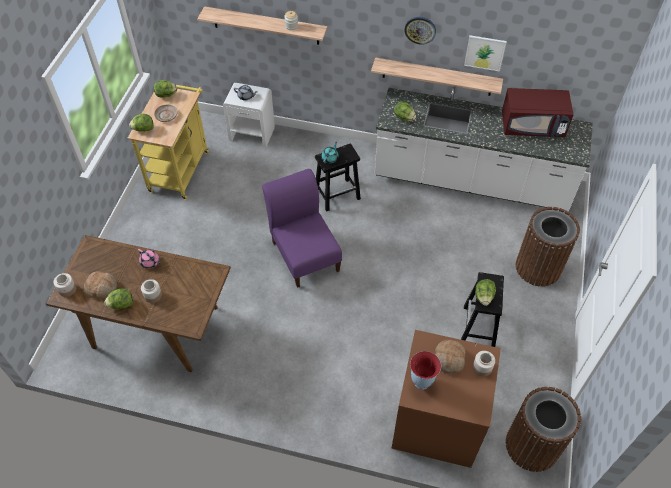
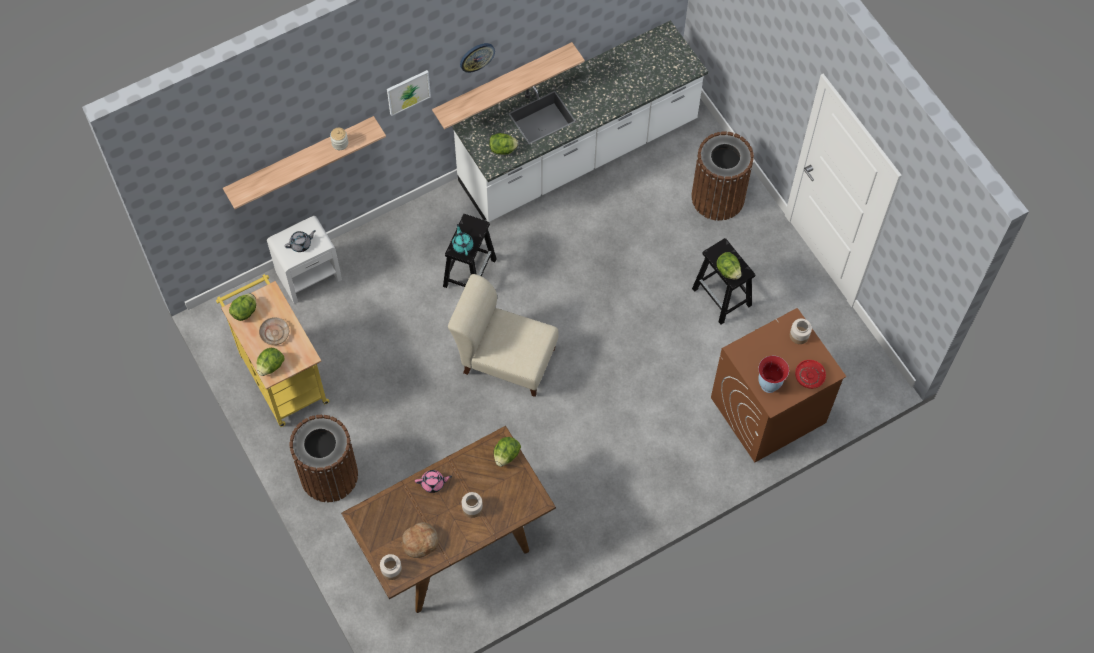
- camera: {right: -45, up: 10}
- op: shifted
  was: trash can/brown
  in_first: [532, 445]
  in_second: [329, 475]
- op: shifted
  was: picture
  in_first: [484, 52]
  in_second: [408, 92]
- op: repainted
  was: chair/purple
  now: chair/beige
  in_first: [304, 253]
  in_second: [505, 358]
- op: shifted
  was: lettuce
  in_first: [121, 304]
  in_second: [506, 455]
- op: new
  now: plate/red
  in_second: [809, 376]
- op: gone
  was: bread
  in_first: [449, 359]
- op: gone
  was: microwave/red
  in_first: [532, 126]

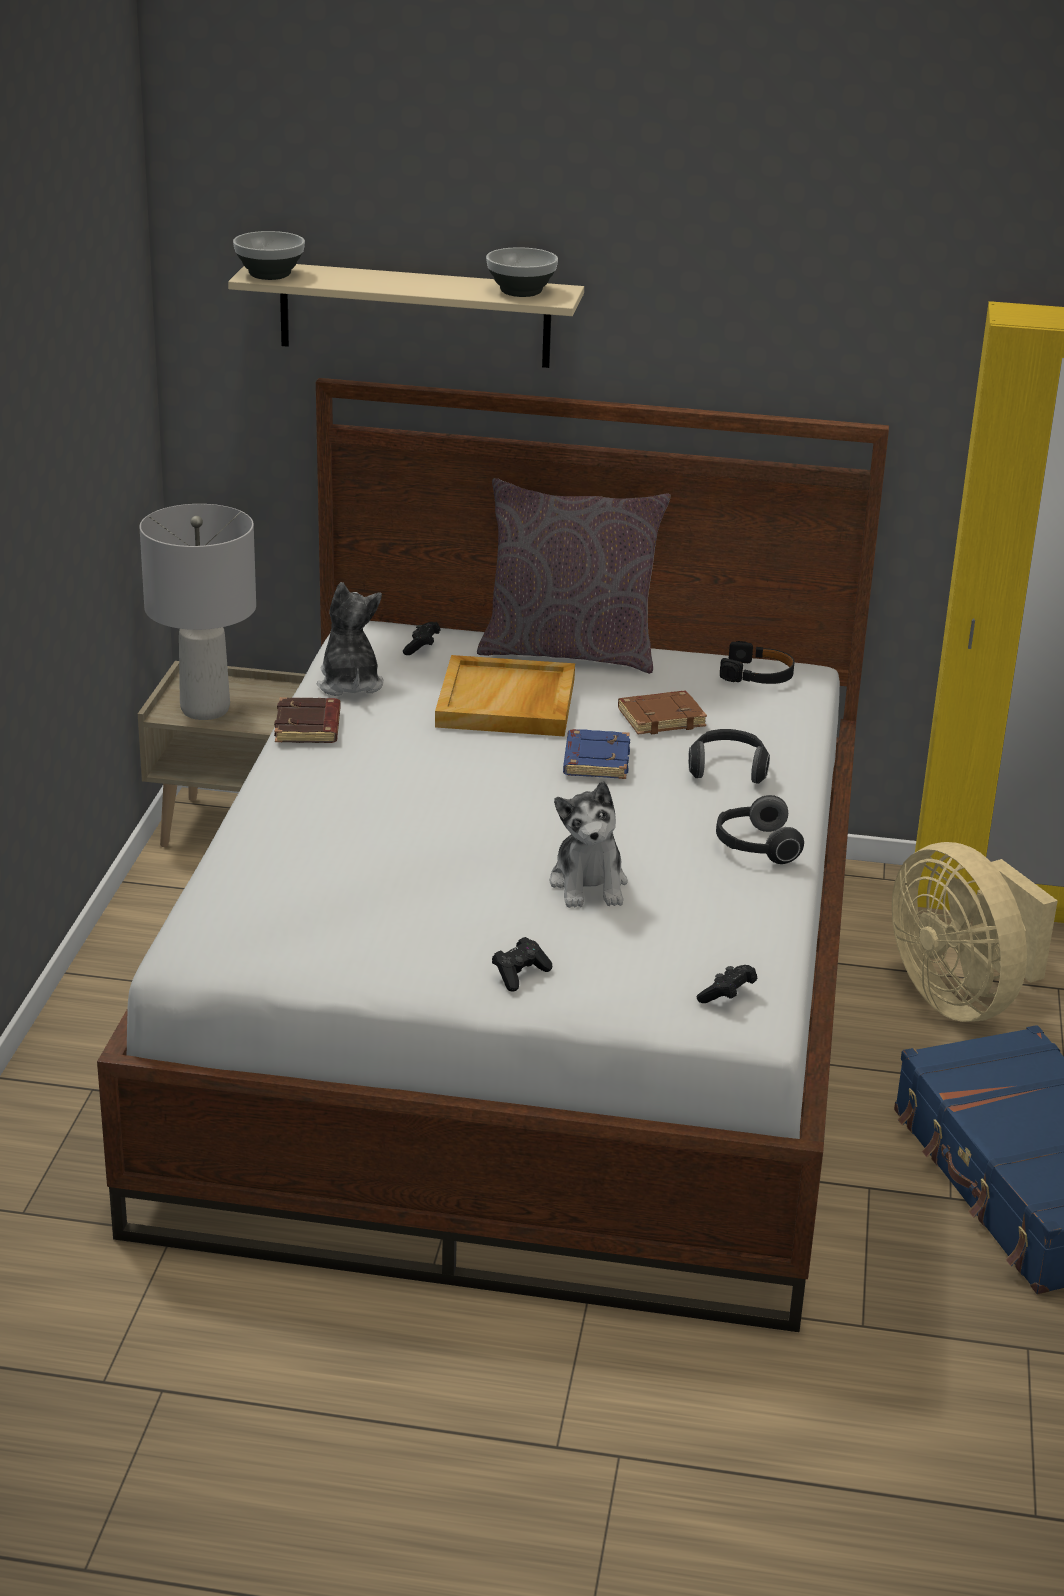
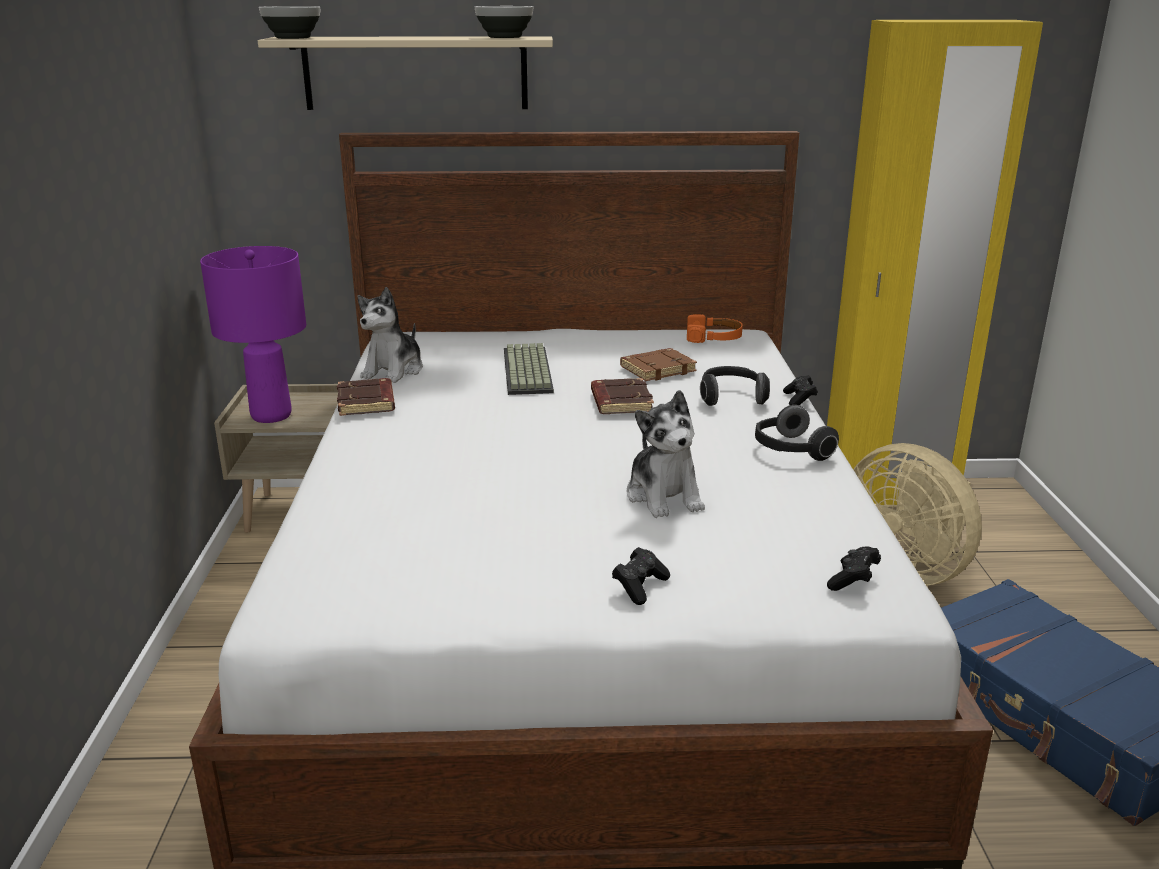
- camera: {right: -10, up: -5}
- op: repainted
  was: table lamp/grey
  now: table lamp/purple
  in_first: [204, 710]
  in_second: [270, 416]
- op: rotated
  was: plush toy
  in_first: [349, 684]
  in_second: [394, 370]
  clockwise: -135
- op: swapped
  was: tray/beige
  now: keyboard
  in_first: [507, 703]
  in_second: [529, 371]
- op: repainted
  was: book/blue
  now: book/brown
  in_first: [595, 760]
  in_second: [620, 402]
- op: repainted
  was: headphones/black
  now: headphones/orange
  in_first: [758, 674]
  in_second: [714, 337]
- op: shifted
  was: game controller/black
  in_first: [421, 648]
  in_second: [799, 400]
- op: gone
  was: pillow/grey
  in_first: [569, 651]

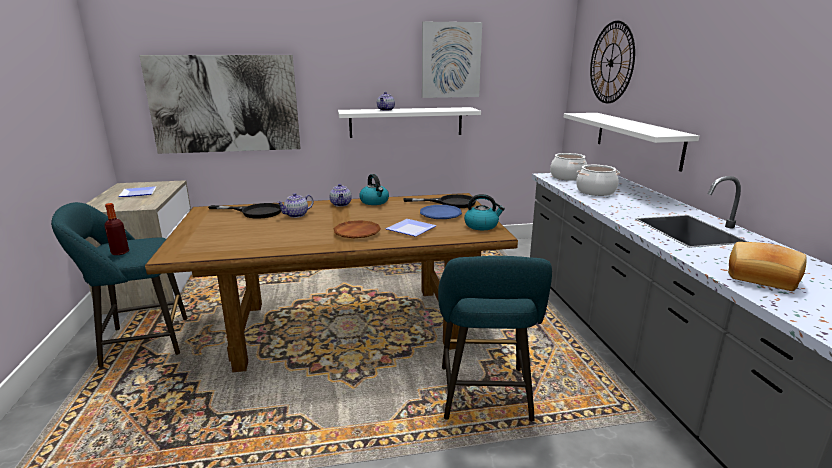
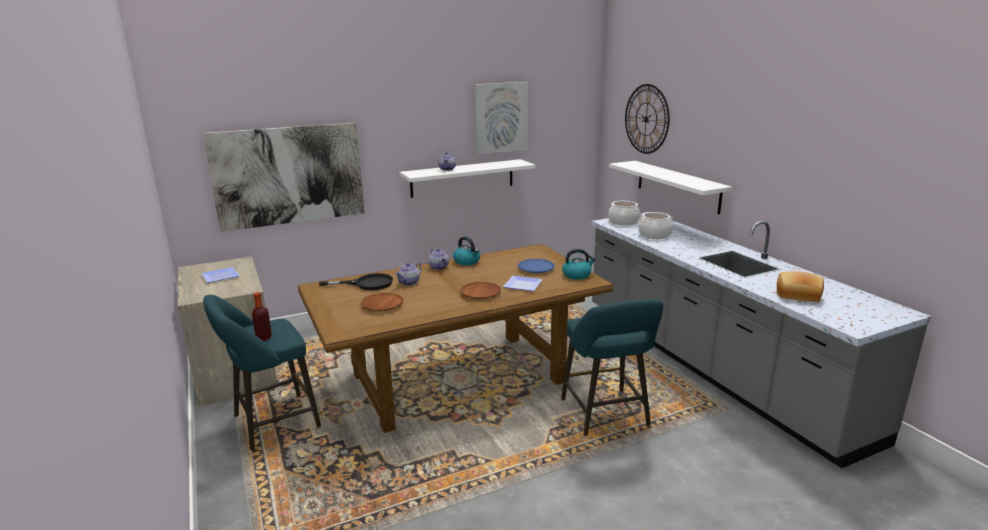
- camera: {right: -15, up: 0}
- op: new
  now: plate/brown
  in_second: [382, 305]
- op: gone
  was: frying pan/black
  in_first: [450, 203]

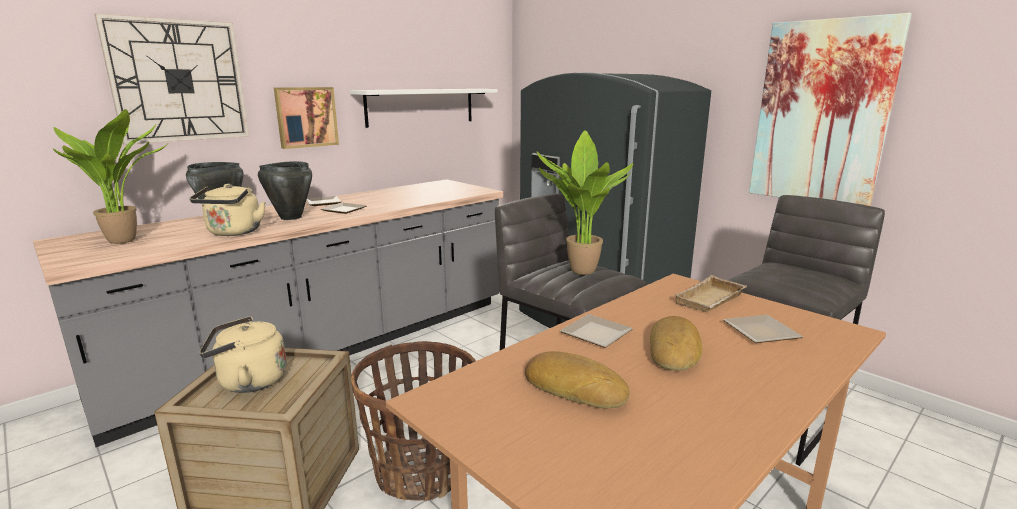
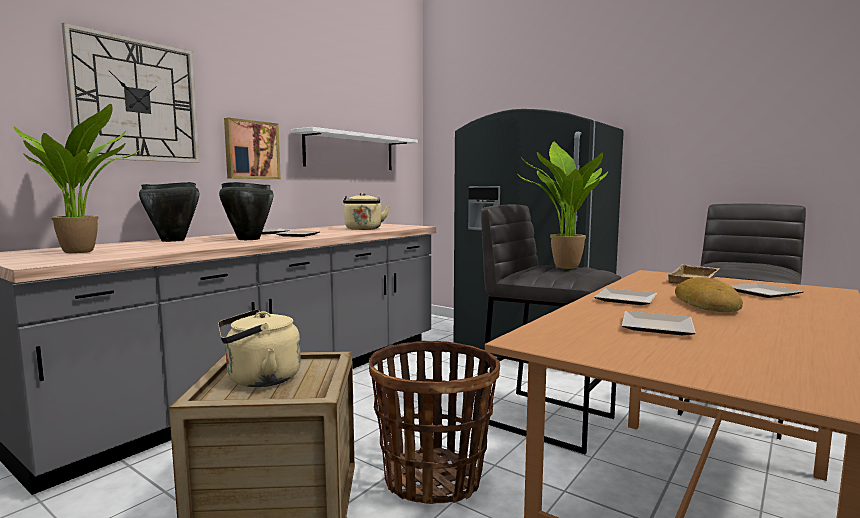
- camera: {right: -10, up: -10}
- op: shifted
  was: kettle/beige
  in_first: [233, 233]
  in_second: [363, 229]
- op: swapped
  was: bread
  now: plate
  in_first: [575, 387]
  in_second: [654, 326]
- op: gone
  was: picture
  in_first: [821, 114]

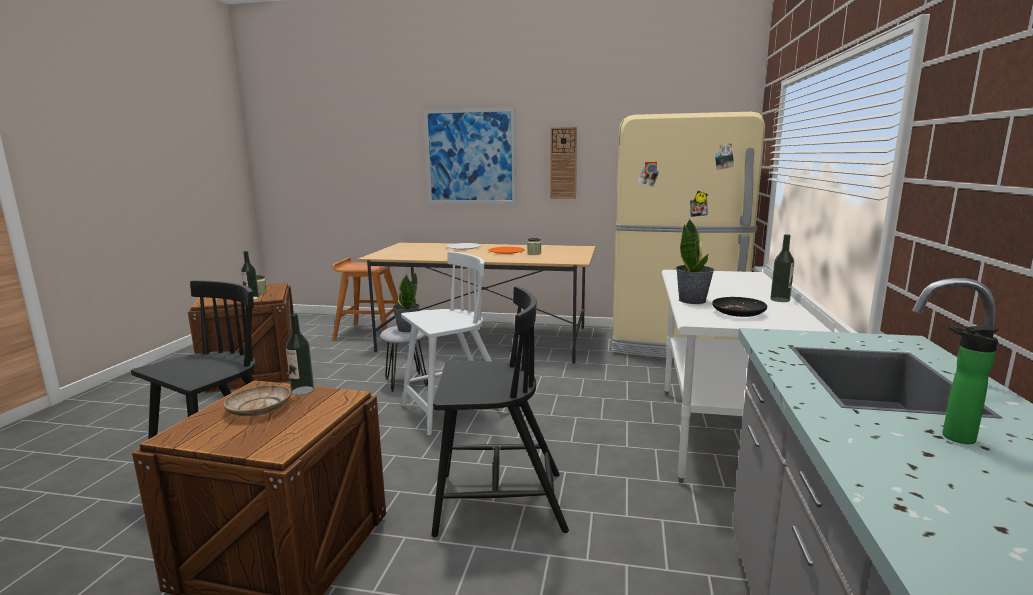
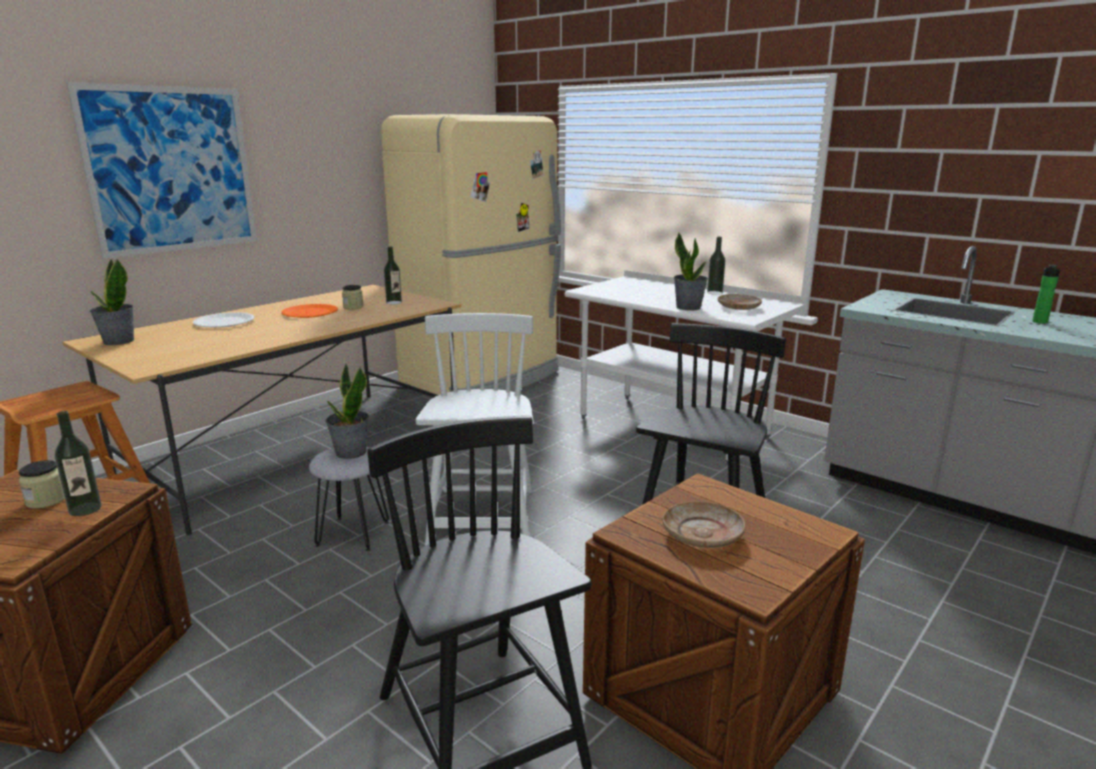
- camera: {right: -60, up: 5}
- op: new
  now: potted plant
  in_second: [118, 341]
- op: shifted
  was: bottle
  in_first: [302, 390]
  in_second: [394, 302]
- op: repainted
  was: plate/black
  now: plate/beige
  in_first: [738, 313]
  in_second: [739, 307]
- op: gone
  was: wall clock
  in_first: [563, 163]

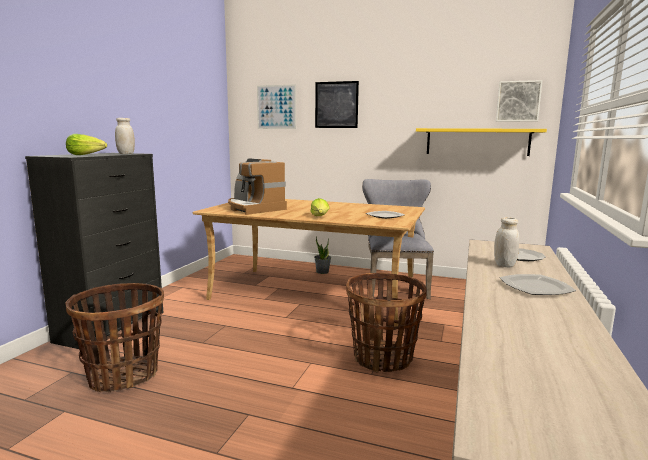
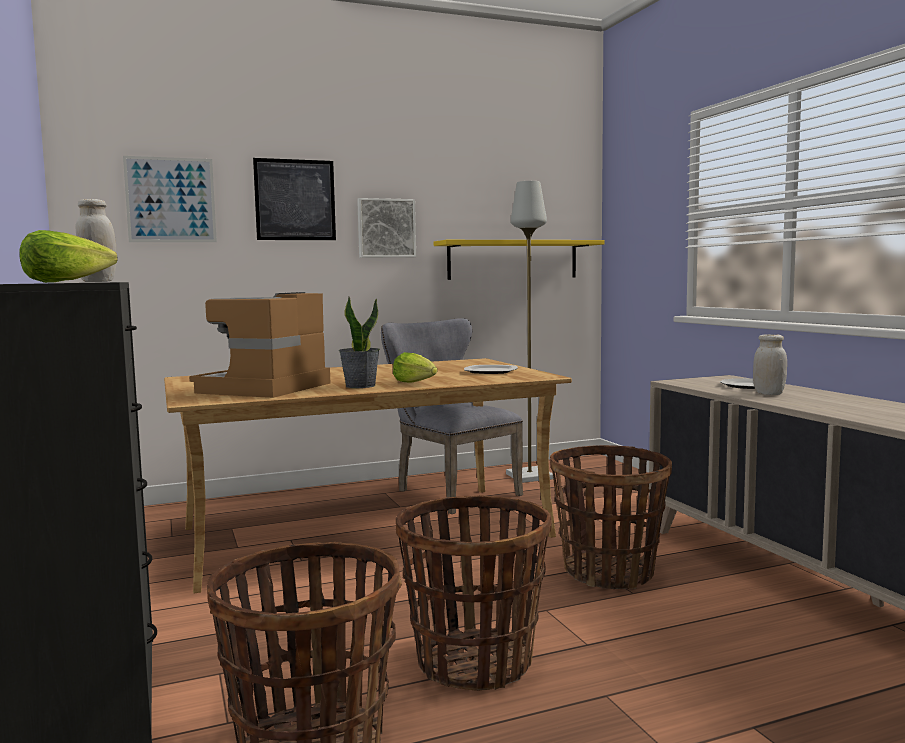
- camera: {right: -40, up: -5}
- op: rotated
  was: coffee machine
  in_first: [254, 208]
  in_second: [264, 388]
  clockwise: 105
- op: shifted
  was: potted plant
  in_first: [322, 272]
  in_second: [360, 386]
- op: shifted
  was: picture
  in_first: [518, 101]
  in_second: [386, 228]
- op: new
  now: basket
  in_second: [474, 662]
- op: new
  now: floor lamp/grey
  in_second: [530, 476]
- op: gone
  was: plate
  in_first: [536, 287]

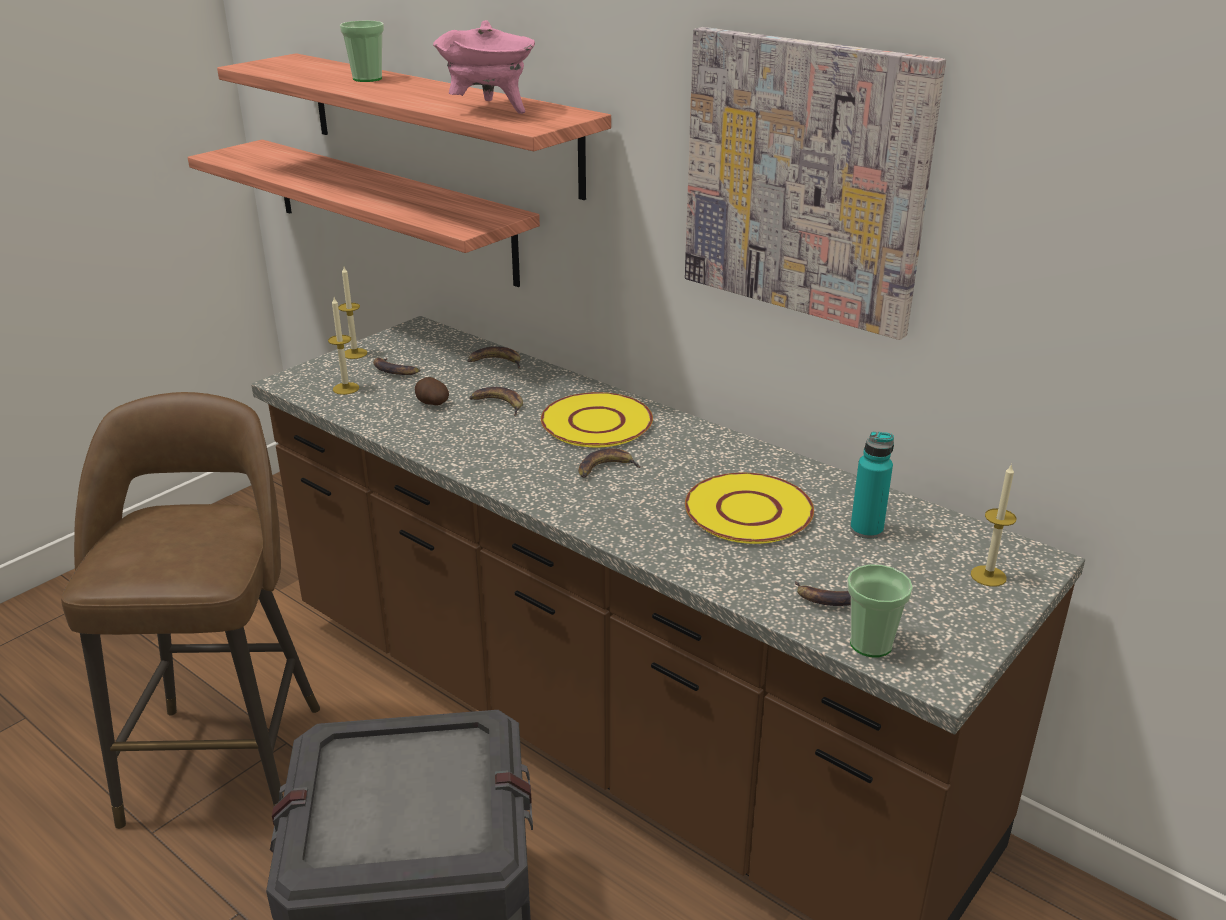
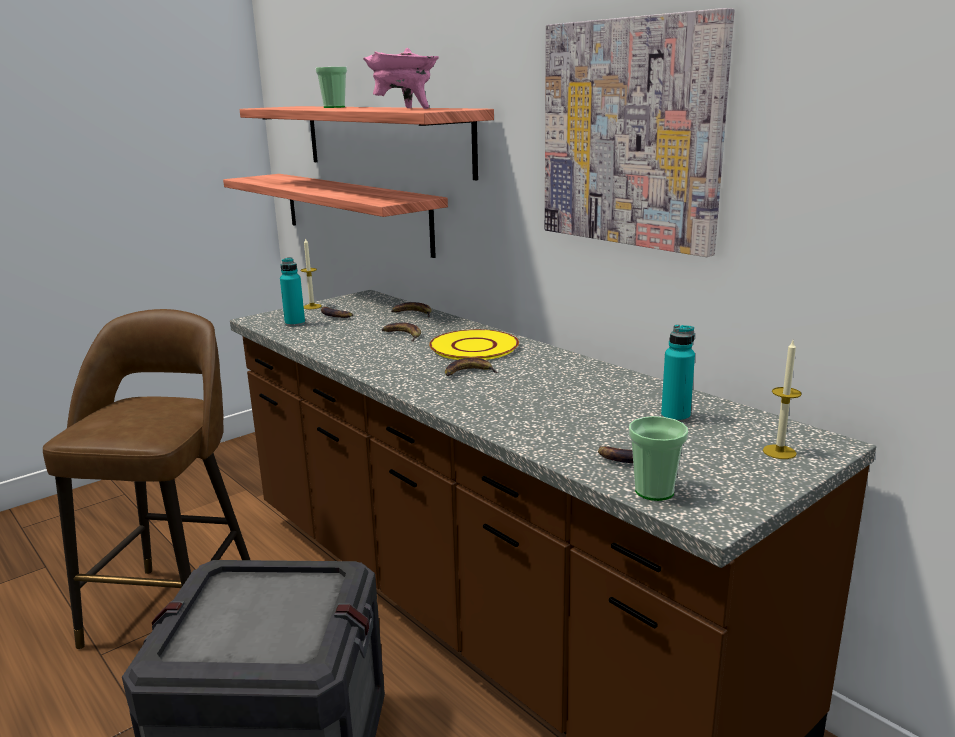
- camera: {right: 10, up: -10}
- op: swapped
  was: candle
  now: bottle/turquoise
  in_first: [346, 388]
  in_second: [295, 324]
- op: gone
  was: potato
  in_first: [431, 403]
- op: gone
  was: plate/yellow
  in_first: [747, 511]

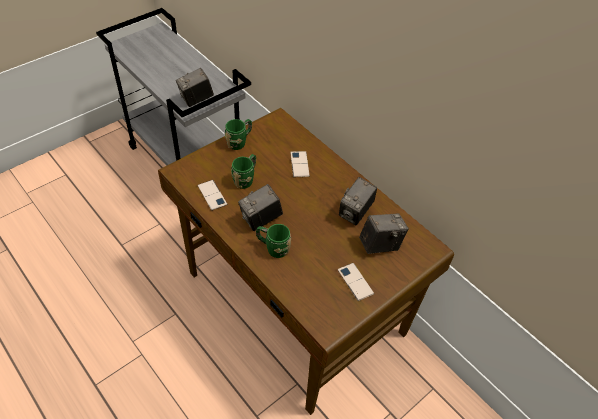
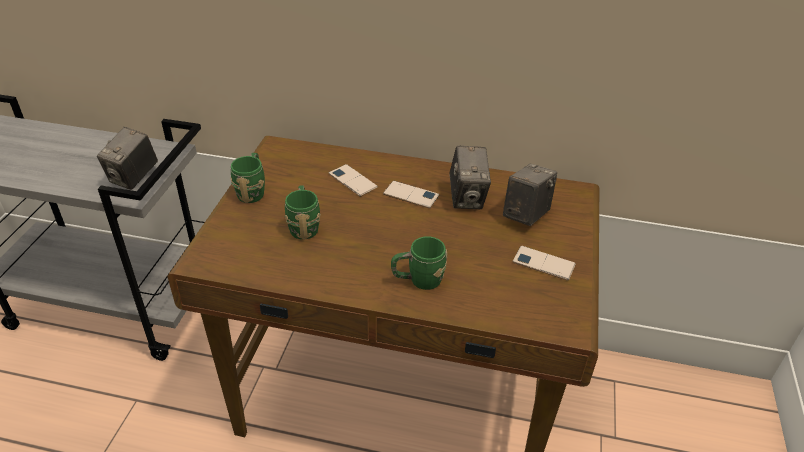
- camera: {right: -35, up: -10}
- op: shifted
  was: phone
  in_first: [212, 195]
  in_second: [411, 195]
- op: gone
  was: photo camera
  in_first: [261, 219]

